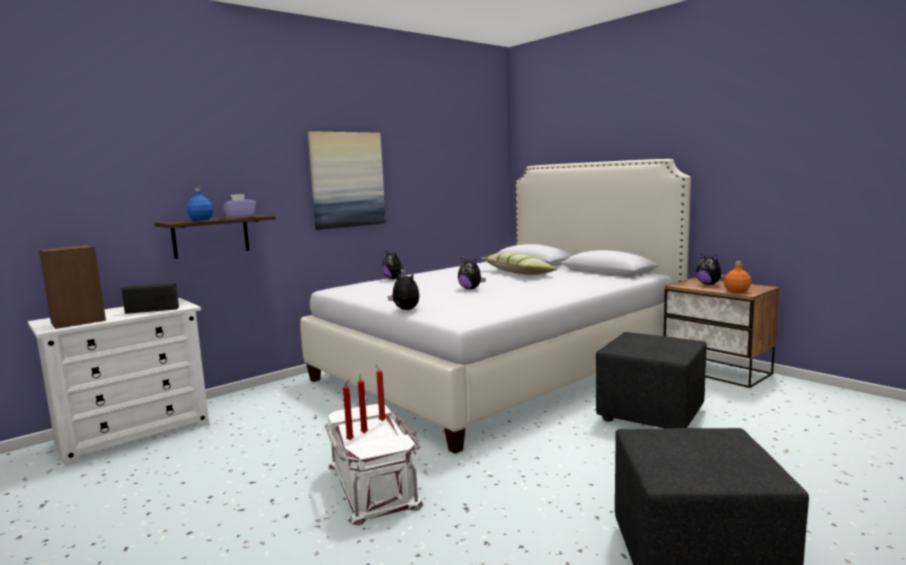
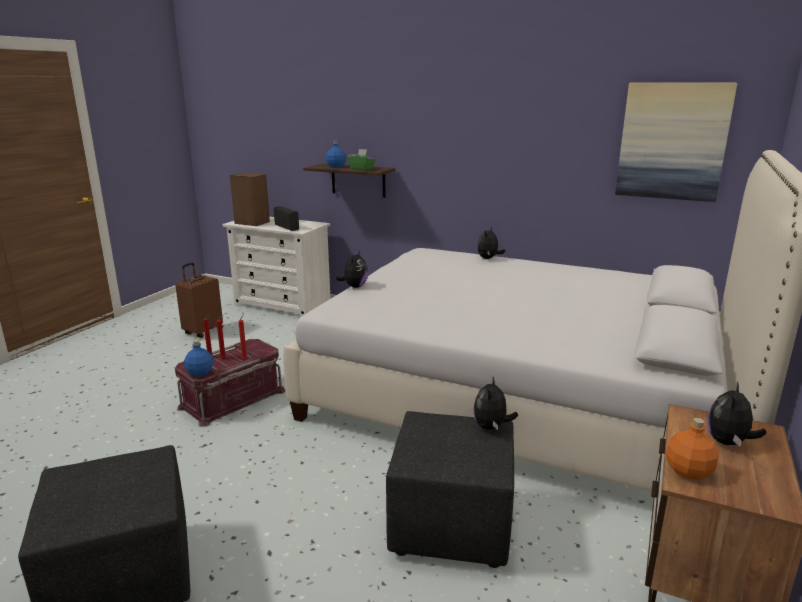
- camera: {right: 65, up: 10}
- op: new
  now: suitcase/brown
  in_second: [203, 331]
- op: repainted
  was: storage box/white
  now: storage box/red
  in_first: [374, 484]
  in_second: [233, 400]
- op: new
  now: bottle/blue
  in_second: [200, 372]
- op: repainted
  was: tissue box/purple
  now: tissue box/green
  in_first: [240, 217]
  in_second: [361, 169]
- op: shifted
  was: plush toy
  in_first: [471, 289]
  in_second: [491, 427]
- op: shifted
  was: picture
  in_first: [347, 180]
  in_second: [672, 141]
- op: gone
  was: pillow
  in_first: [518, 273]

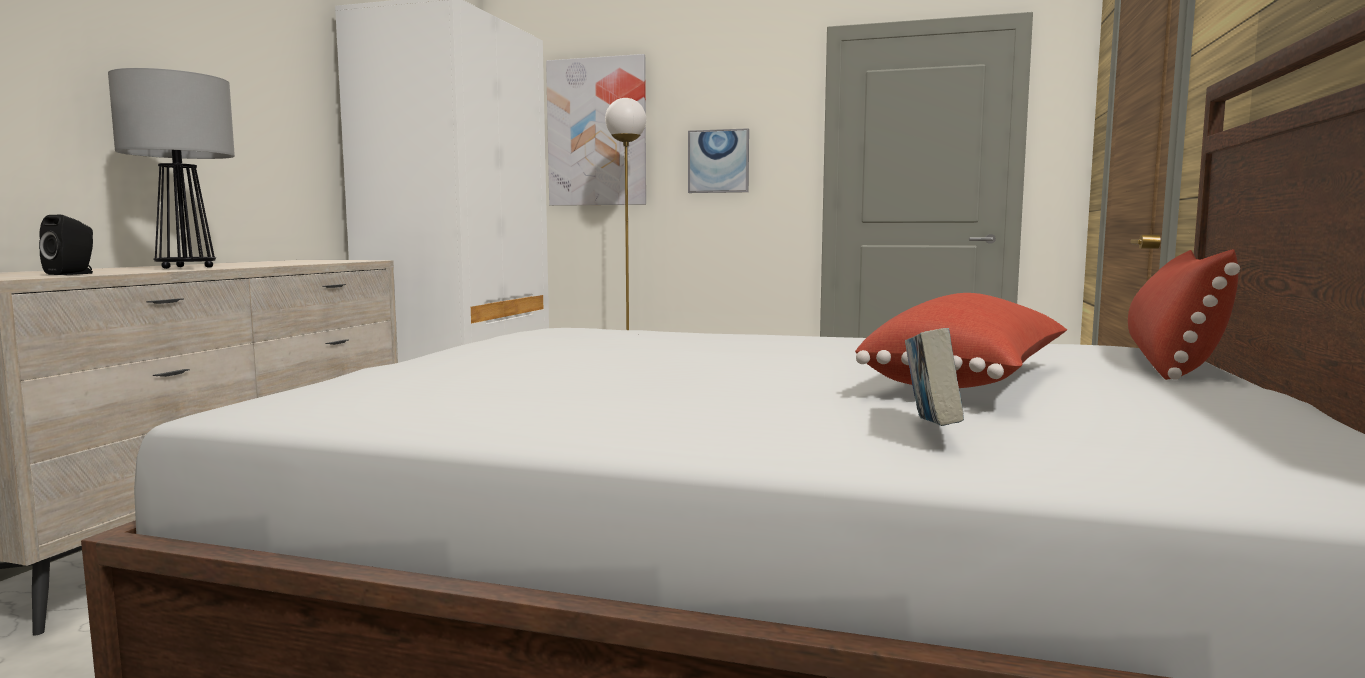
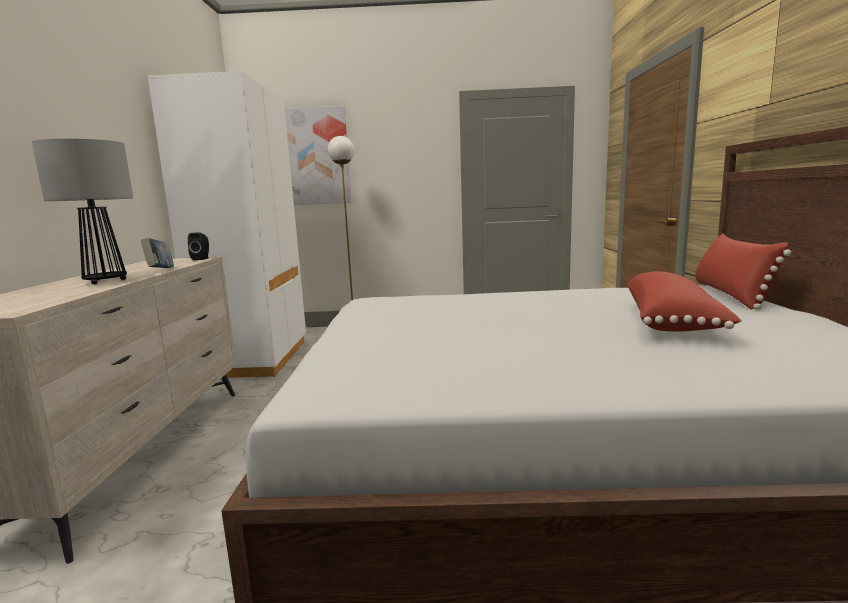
- camera: {right: -15, up: 5}
- op: shifted
  was: book
  in_first: [930, 431]
  in_second: [160, 270]
- op: shifted
  was: speaker/black
  in_first: [73, 274]
  in_second: [202, 259]
- op: gone
  was: picture
  in_first: [718, 161]

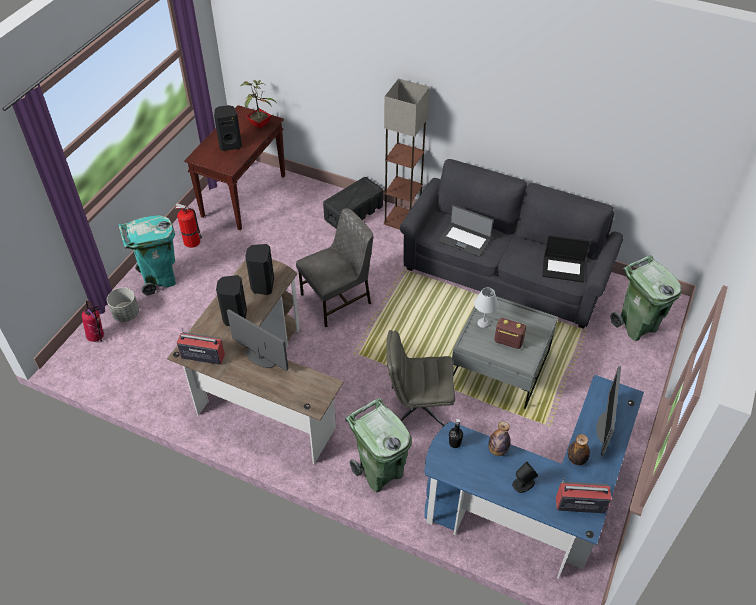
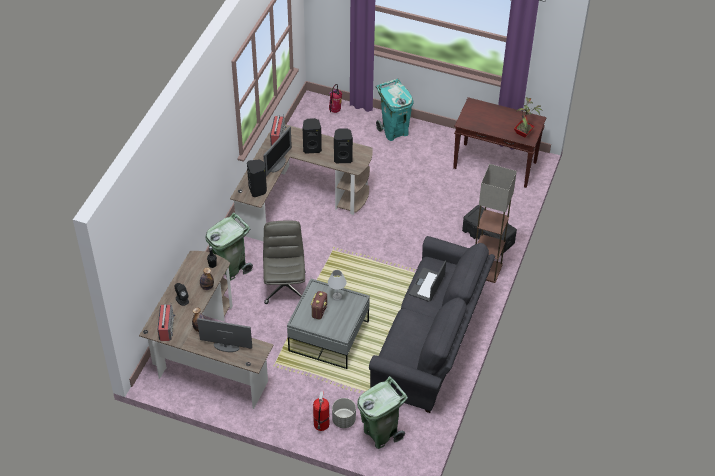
- camera: {right: 85, up: 0}
- op: repainted
  was: desk/blue
  now: desk/brown
  in_first: [534, 507]
  in_second: [205, 353]
- op: shifted
  was: speaker/black
  in_first: [230, 144]
  in_second: [258, 190]
- op: shifted
  was: fire extinguisher
  in_first: [193, 242]
  in_second: [321, 425]
- op: shifted
  was: planter/grey
  in_first: [126, 314]
  in_second: [343, 420]
- op: gone
  was: chair/grey
  in_first: [337, 299]
- op: gone
  was: laptop
  in_first: [564, 268]

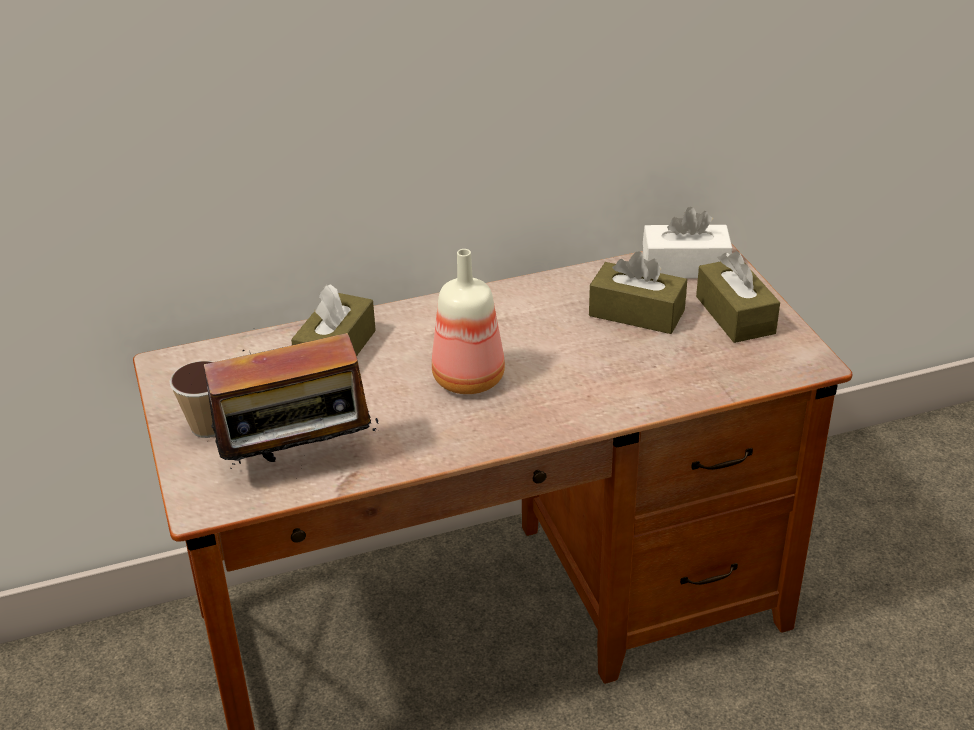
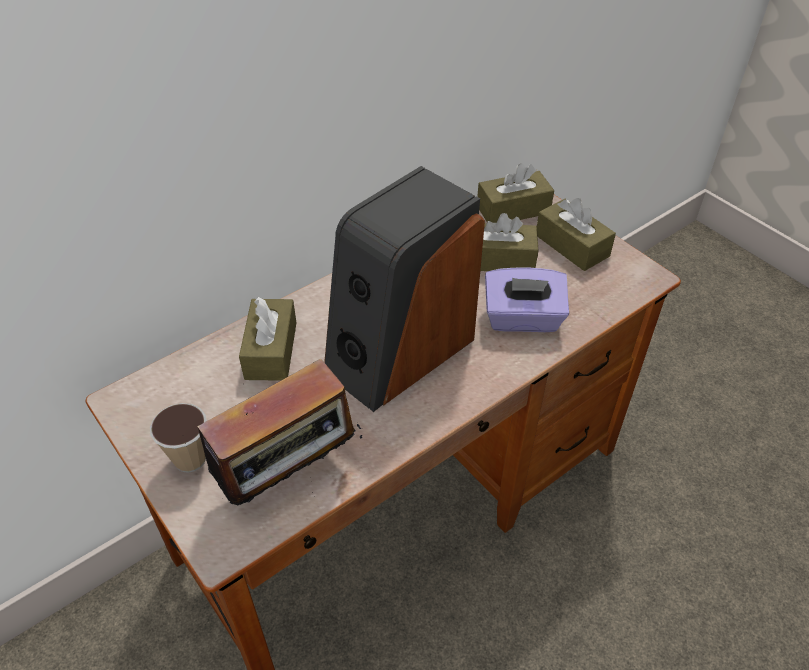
- camera: {right: -20, up: 10}
- op: swapped
  was: bottle
  now: speaker
  in_first: [471, 379]
  in_second: [399, 353]
- op: repainted
  was: tissue box/white
  now: tissue box/brown
  in_first: [685, 266]
  in_second: [513, 209]
- op: new
  now: tissue box/purple
  in_second: [522, 319]

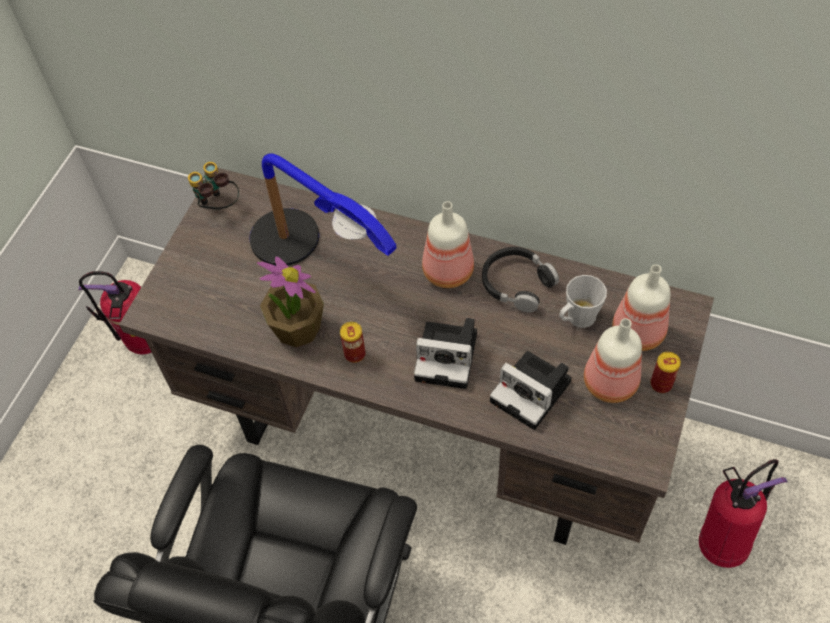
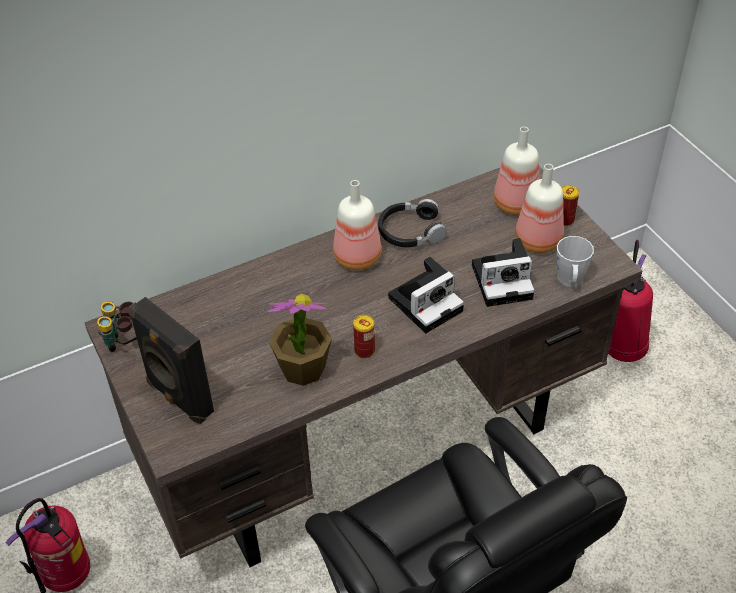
- camera: {right: -50, up: -10}
- op: new
  now: speaker/black
  in_second: [178, 398]
- op: shifted
  was: mug/grey
  in_first: [577, 319]
  in_second: [570, 281]
- op: gone
  was: table lamp
  in_first: [312, 258]

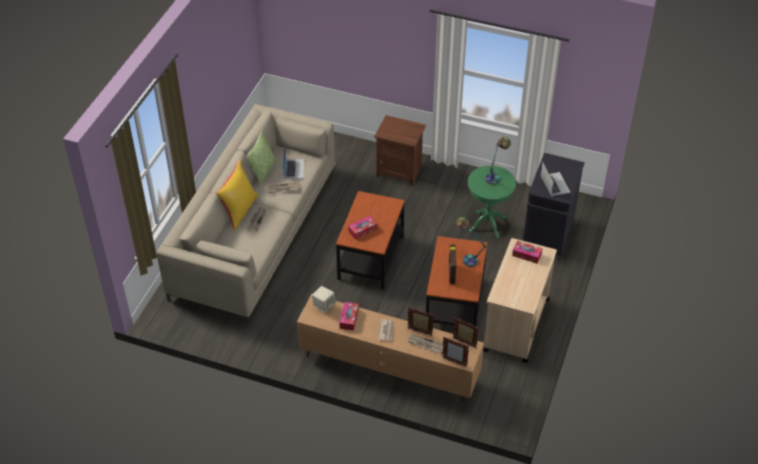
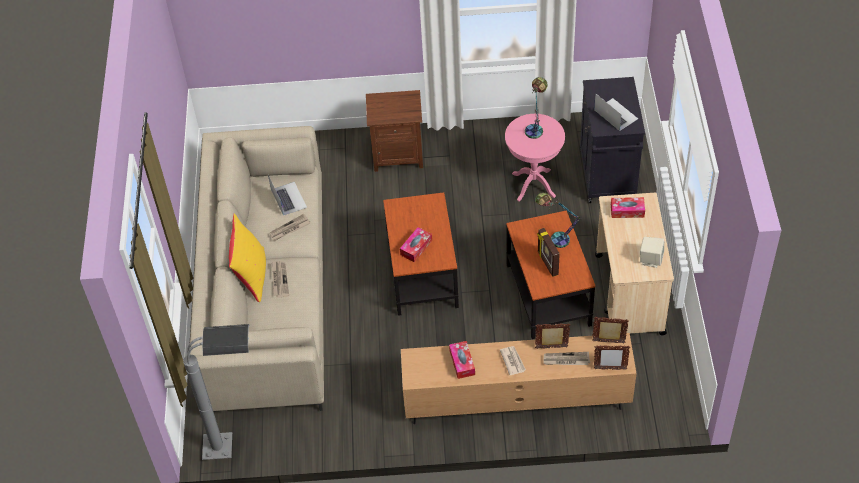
- camera: {right: -20, up: 5}
- op: new
  now: floor lamp/grey
  in_second: [239, 445]
- op: repainted
  was: side table/green
  now: side table/pink
  in_first: [487, 224]
  in_second: [533, 185]
- op: shifted
  was: speaker/beige
  in_first: [323, 306]
  in_second: [650, 259]
- op: gone
  was: pillow
  in_first: [263, 172]

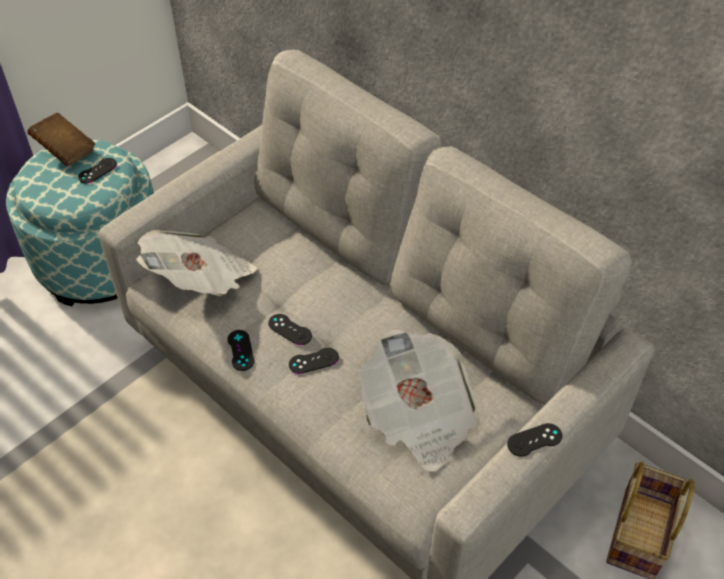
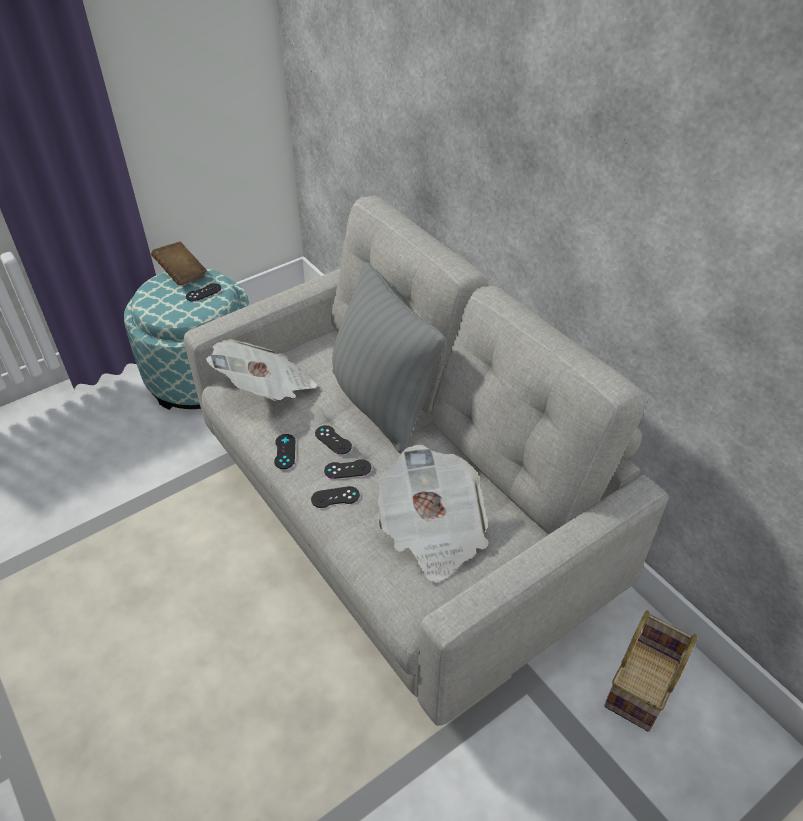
- camera: {right: 10, up: -5}
- op: shifted
  was: game controller/black
  in_first: [534, 440]
  in_second: [335, 497]
- op: new
  now: pillow/grey
  in_second: [382, 404]

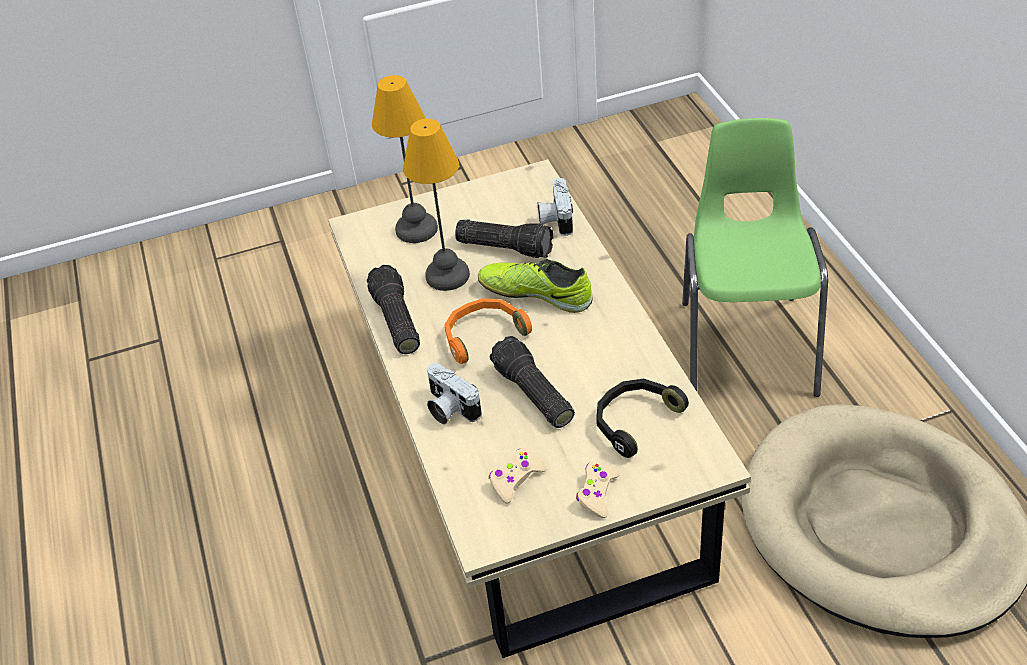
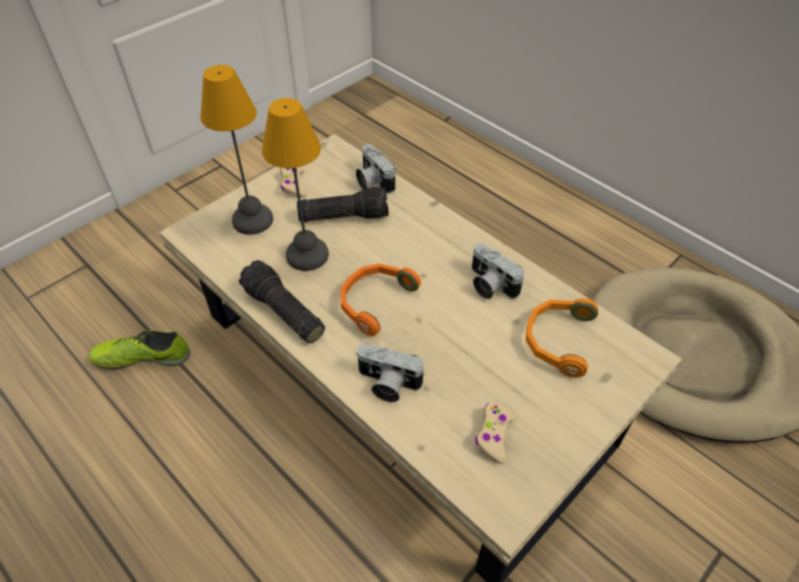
- camera: {right: -30, up: 5}
- op: shifted
  was: shoe
  in_first: [536, 293]
  in_second: [142, 357]
- op: shifted
  was: game controller/beige
  in_first: [597, 493]
  in_second: [293, 185]
- op: new
  now: photo camera
  in_second: [489, 285]
- op: repainted
  was: headphones/black
  now: headphones/orange
  in_first: [634, 420]
  in_second: [557, 340]
- op: gone
  was: flashlight
  in_first: [531, 394]
- op: gone
  was: chair/green
  in_first: [746, 346]

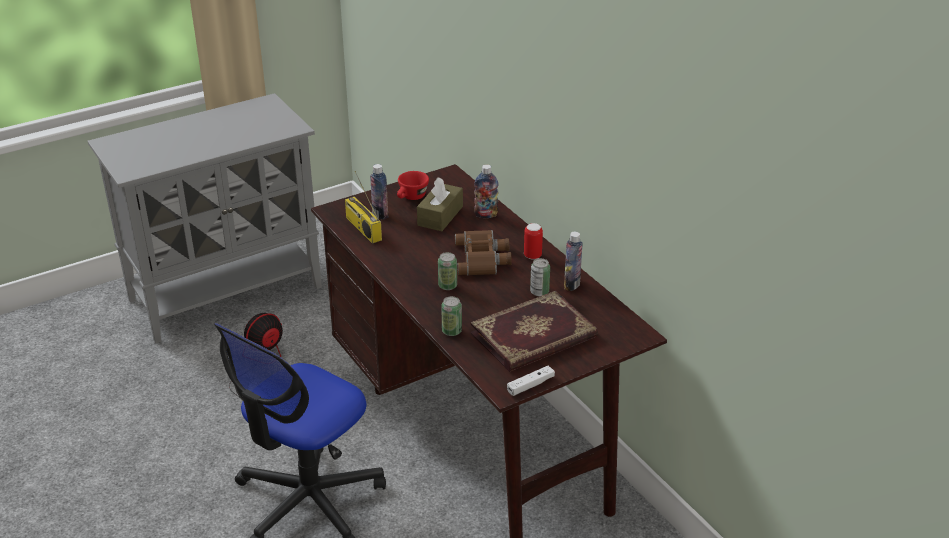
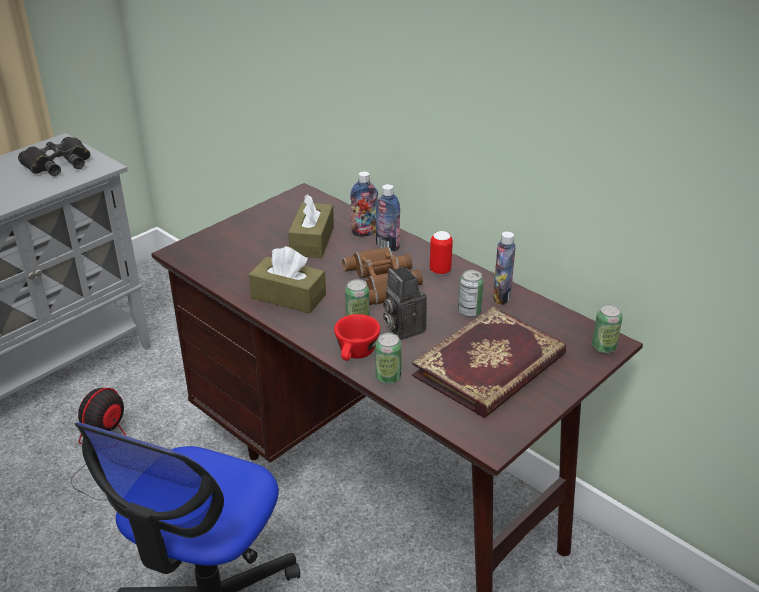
- camera: {right: -15, up: 0}
- op: new
  now: binoculars/black
  in_second: [58, 164]
- op: new
  now: tissue box/brown
  in_second: [288, 296]
- op: shifted
  was: cup/red
  in_first: [411, 197]
  in_second: [355, 354]
- op: shifted
  was: bottle
  in_first: [380, 214]
  in_second: [387, 246]
- op: new
  now: photo camera
  in_second: [402, 327]
- op: new
  now: can
  in_second: [603, 347]
- op: gone
  was: radio
  in_first: [362, 228]
- op: gone
  was: game controller/white
  in_first: [530, 385]

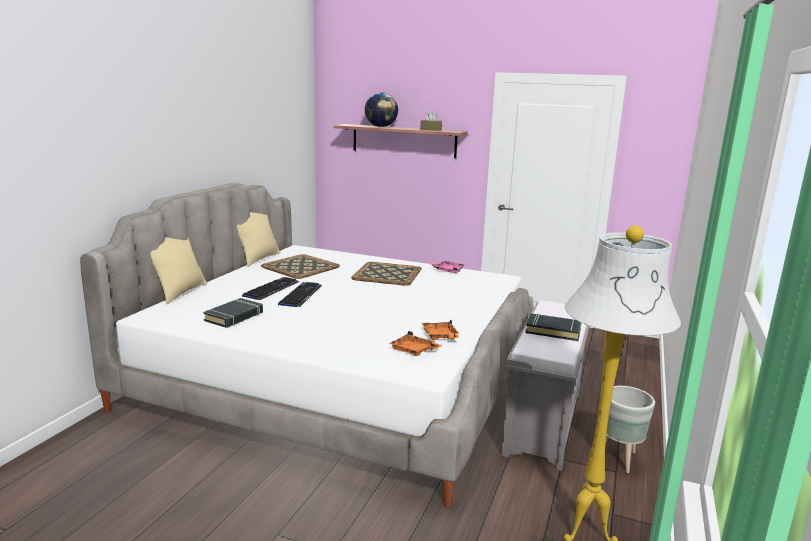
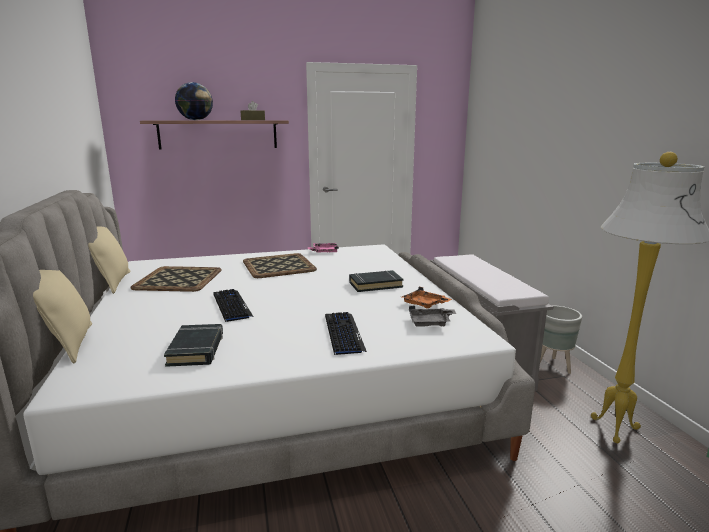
- camera: {right: -35, up: 0}
- op: shifted
  was: keyboard
  in_first: [271, 289]
  in_second: [343, 333]
- op: shifted
  was: book/black
  in_first: [553, 331]
  in_second: [375, 285]
- op: repainted
  was: tray/orange
  now: tray/grey
  in_first: [414, 351]
  in_second: [430, 323]

